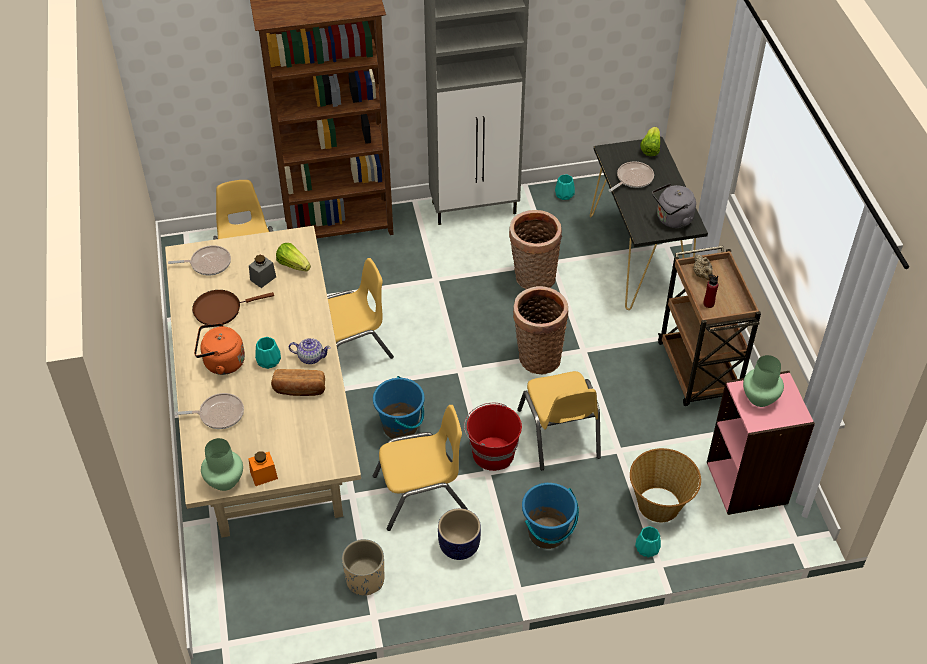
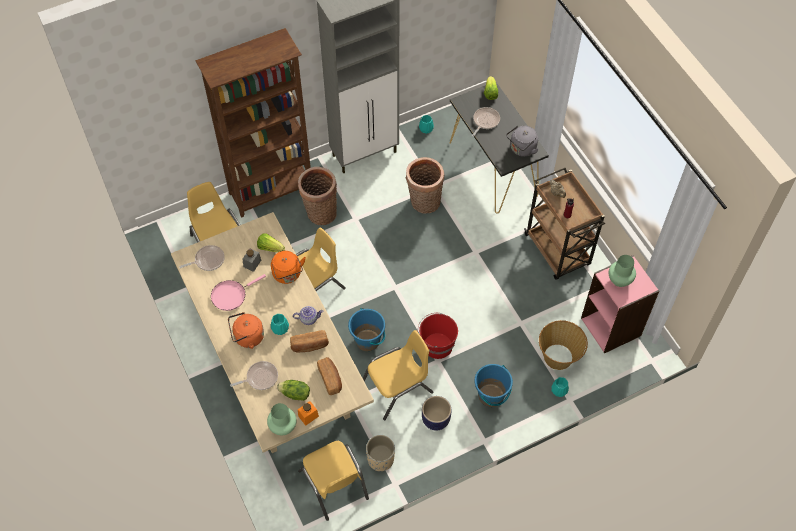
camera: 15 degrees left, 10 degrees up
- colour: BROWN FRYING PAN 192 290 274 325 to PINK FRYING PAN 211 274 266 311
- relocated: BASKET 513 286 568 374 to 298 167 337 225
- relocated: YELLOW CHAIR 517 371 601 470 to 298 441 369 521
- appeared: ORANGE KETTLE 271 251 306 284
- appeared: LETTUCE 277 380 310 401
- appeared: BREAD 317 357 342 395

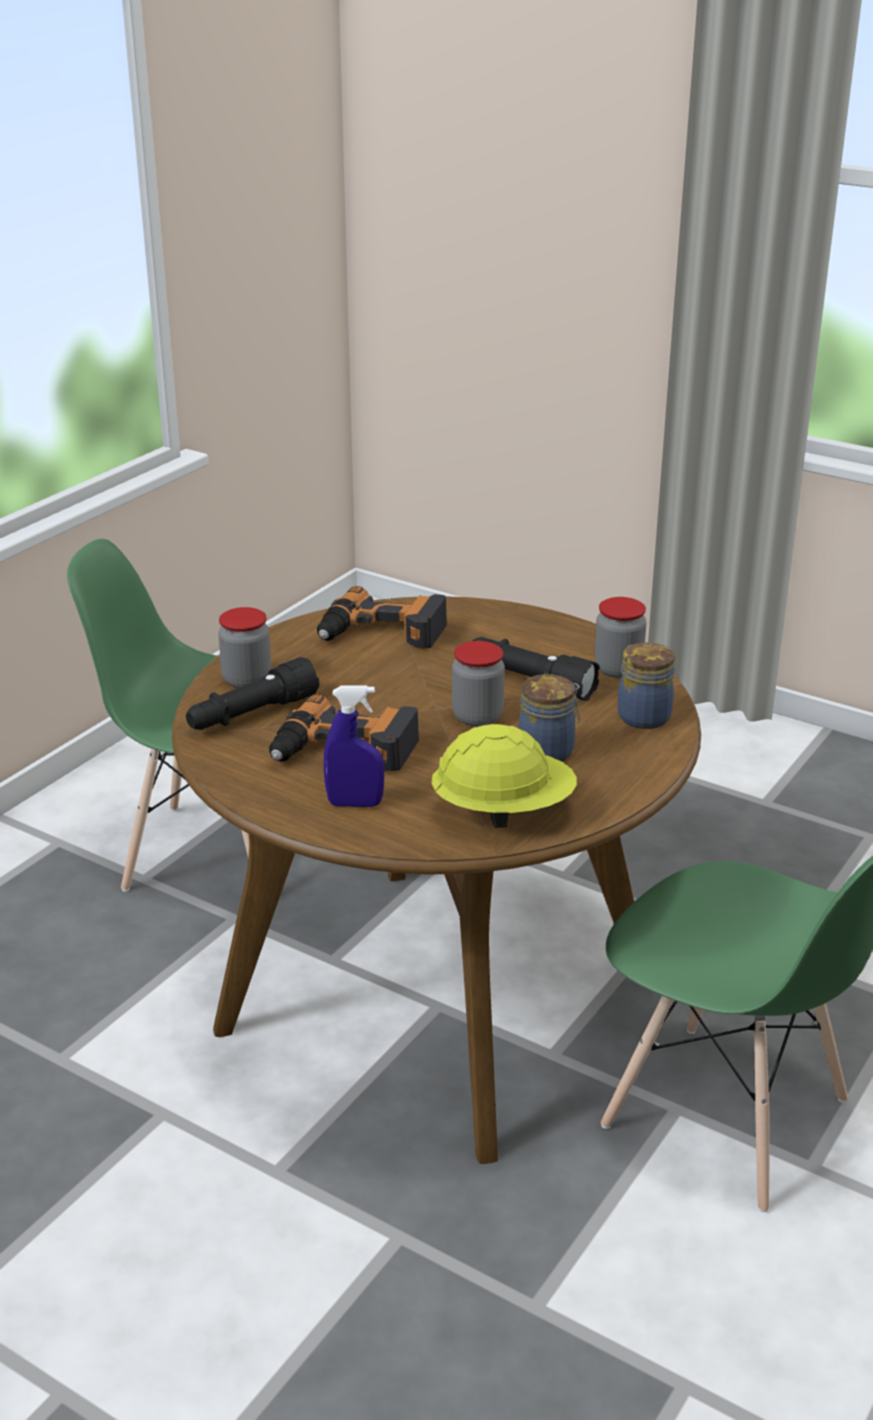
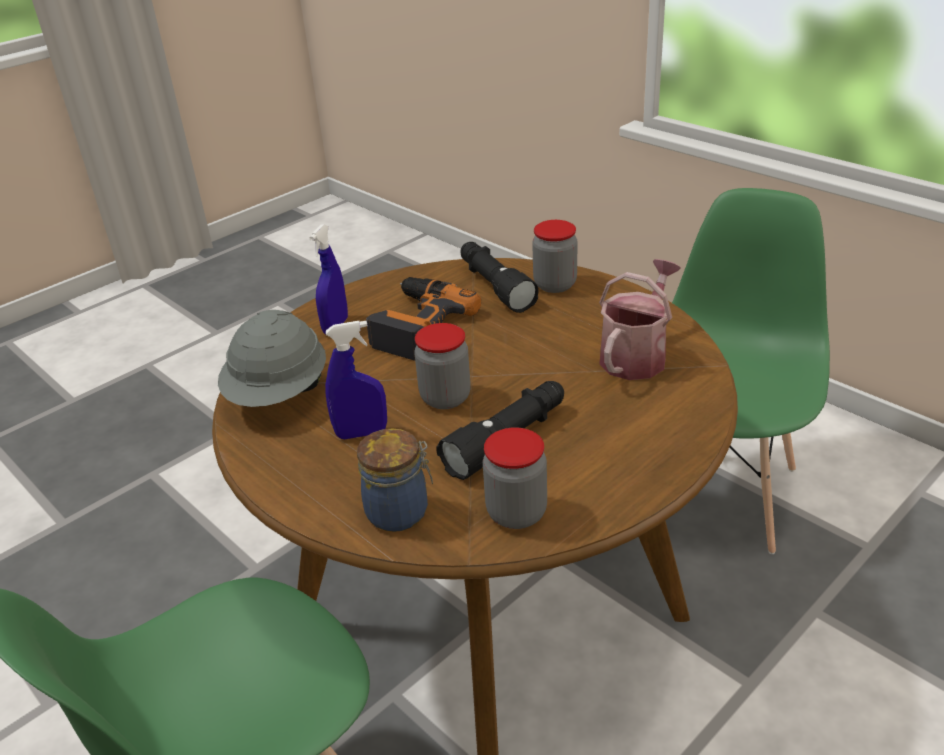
camera: 105 degrees right, 5 degrees up
- exchanged: POWER DRILL 317 586 447 648 to WATERING CAN 599 259 681 380
- colour: YELLOW HARD HAT 431 724 577 828 to GREY HARD HAT 218 310 326 407
- exchanged: JAR 518 674 580 762 to BLUE SPRAY BOTTLE 325 321 387 439

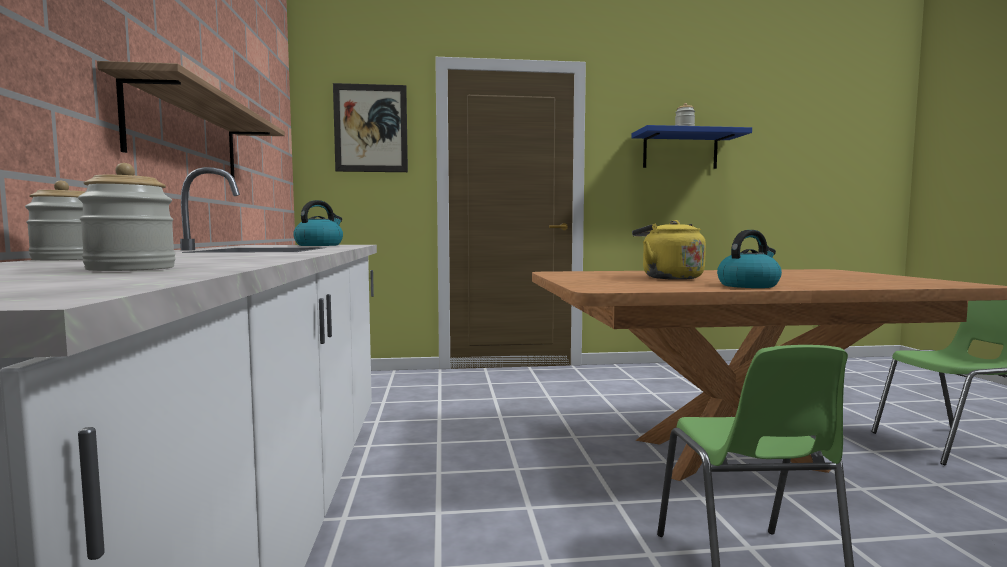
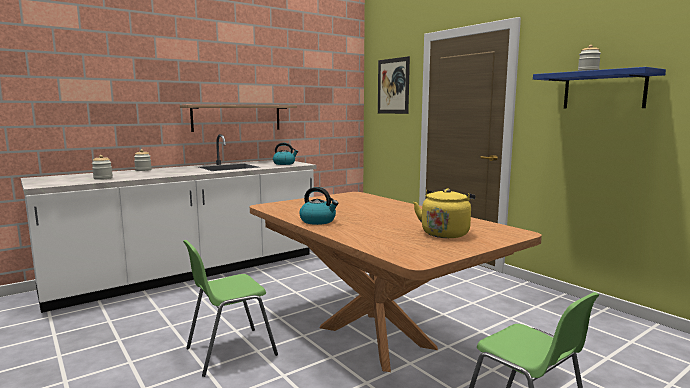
camera: 60 degrees right, 5 degrees up
- relocated: YELLOW KETTLE 632 220 706 280 to 413 188 476 238

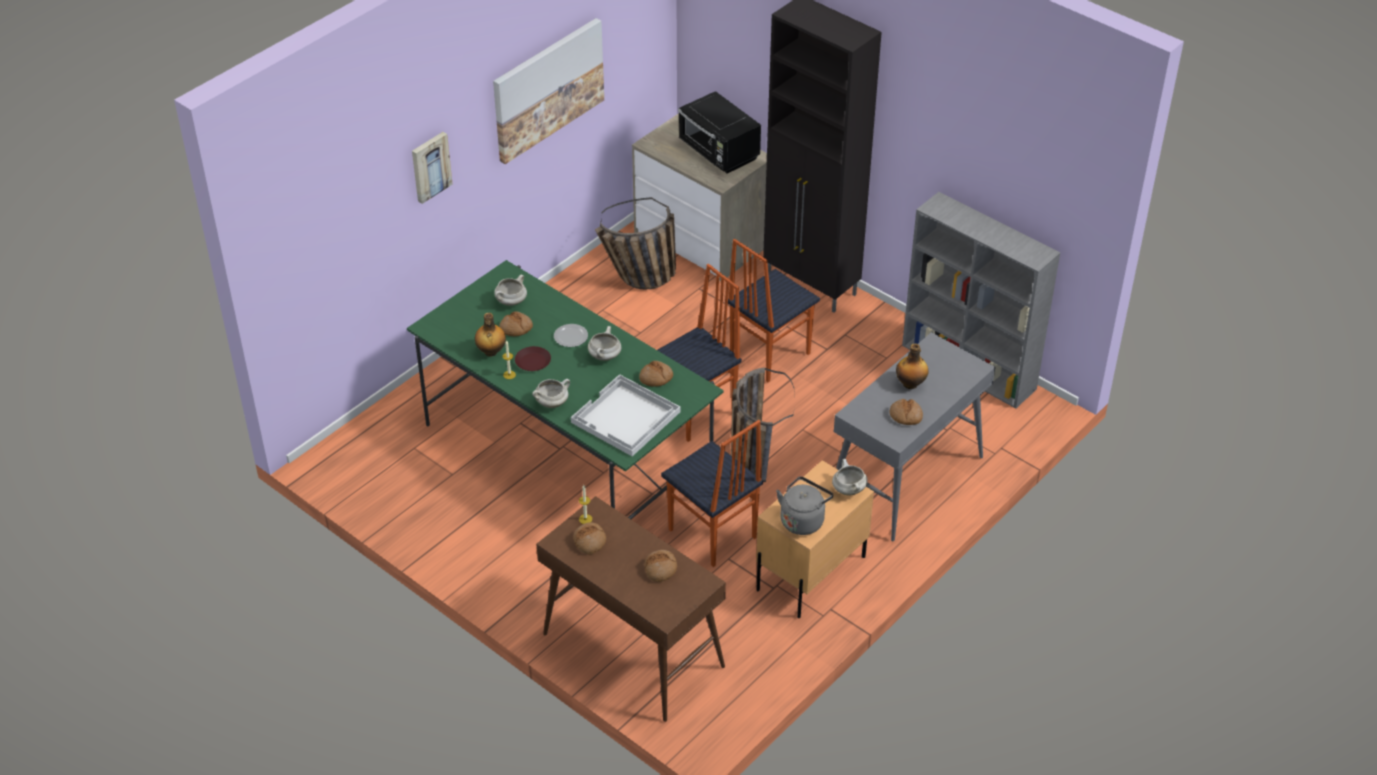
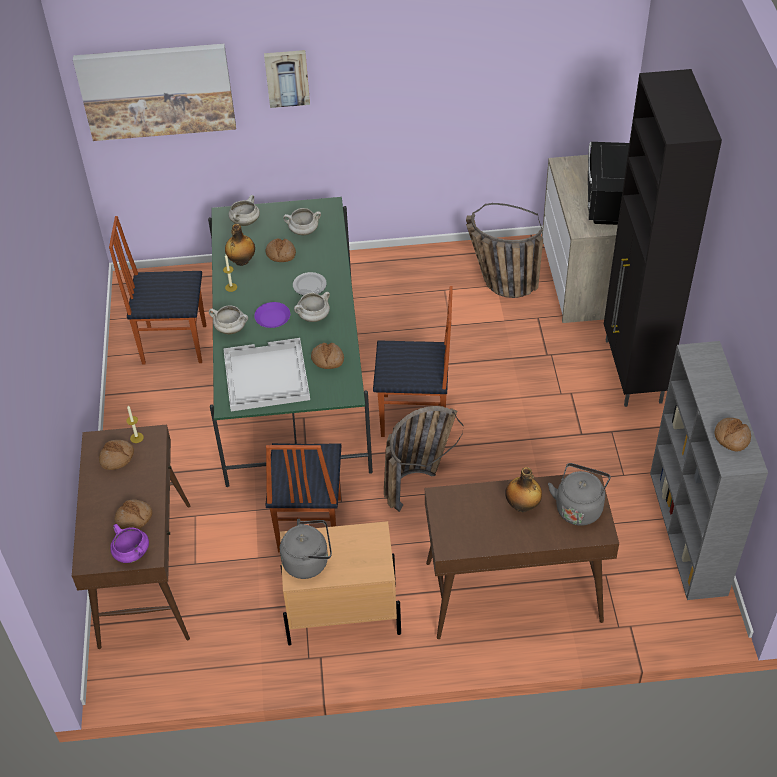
camera: 45 degrees right, 5 degrees up
- relocated: PICTURE 493 18 604 164 to 73 44 236 141
- missing: BROWN PLATE 515 346 551 371
- relocated: CHAIR 728 239 820 382 to 109 216 206 365
- relocated: WHITE COOKING POT 832 459 868 496 to 228 195 260 226
- colour: GREY CONSOLE TABLE 834 332 996 541 to BROWN CONSOLE TABLE 425 472 619 639
- relocated: BREAD 889 399 923 425 to 714 418 751 452
- appeared: PURPLE COOKING POT 110 524 149 563
- appeared: PURPLE PLATE 254 302 290 328
- appeared: GREY KETTLE 548 463 611 526

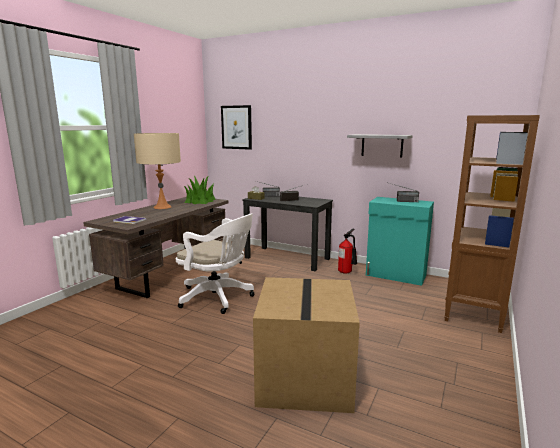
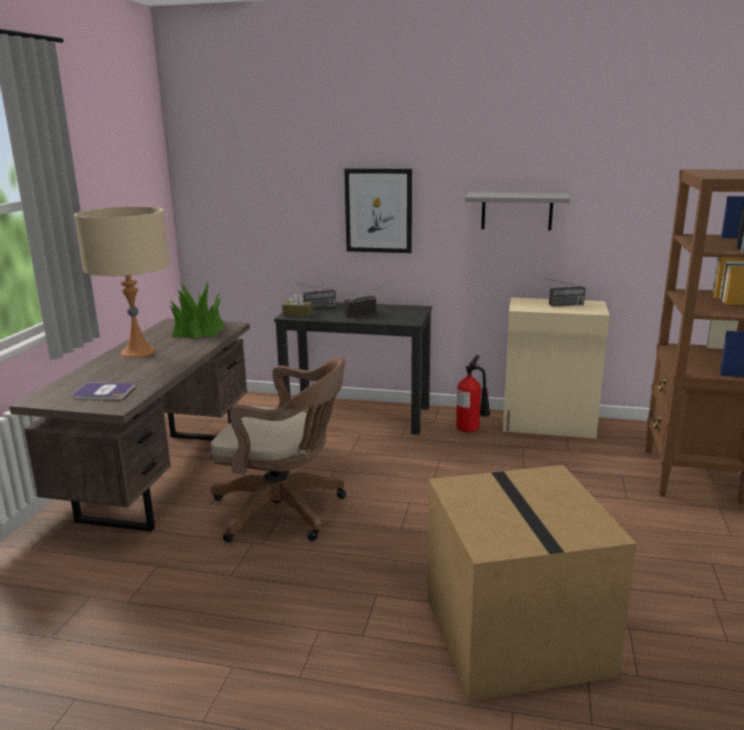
camera: 15 degrees left, 5 degrees up
- colour: WHITE OFFICE CHAIR 176 214 254 314 to BROWN OFFICE CHAIR 210 357 346 542
- relocated: PICTURE 221 105 252 150 to 344 169 412 253
- colour: TURQUOISE CABINET 366 197 434 286 to BEIGE CABINET 503 297 610 439

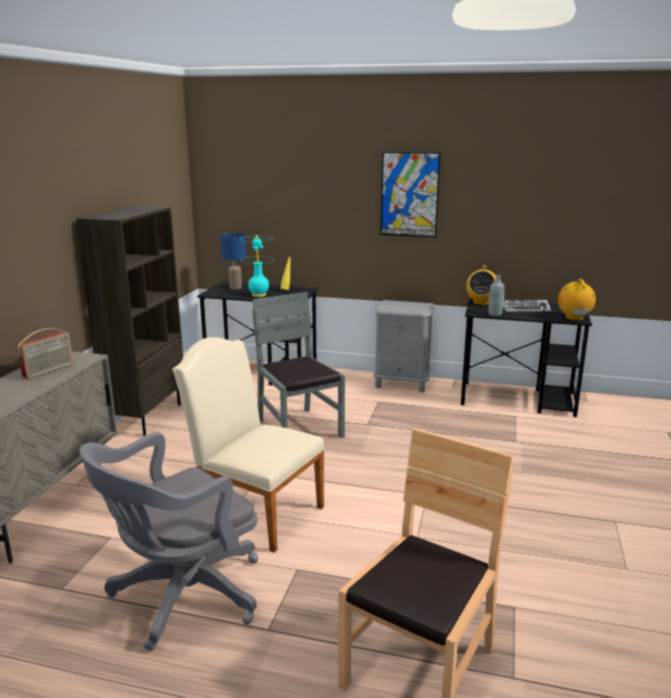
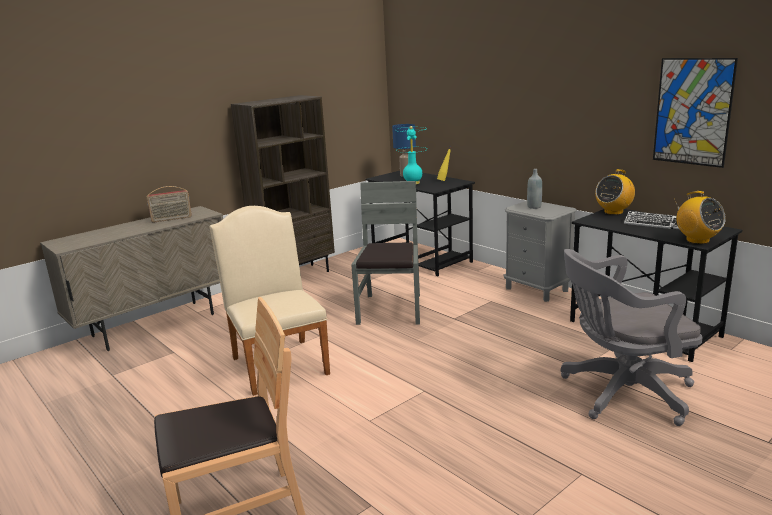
camera: 35 degrees right, 0 degrees up
- relocated: GREY OFFICE CHAIR 80 432 258 651 to 561 249 702 426
- relocated: PICTURE 380 152 441 237 to 653 58 738 168
- relocated: GREY BOTTLE 488 275 505 316 to 527 169 542 209
- spun: RADIO 558 279 597 321 = 676 191 726 244 120 degrees clockwise

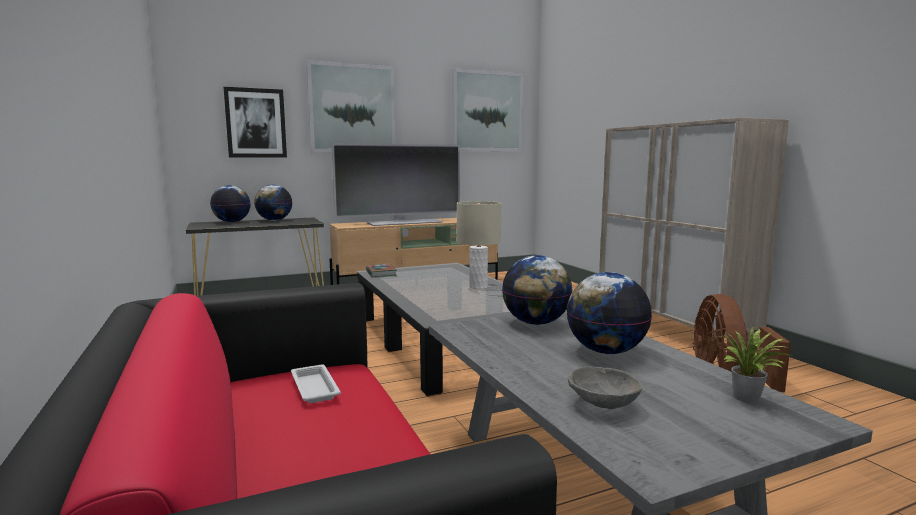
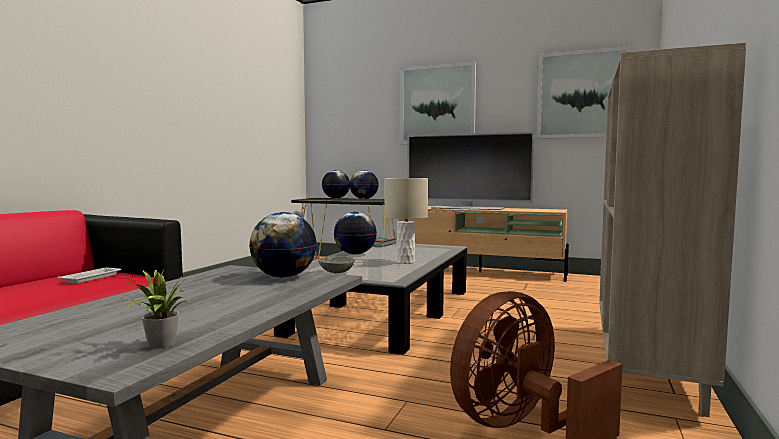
camera: 45 degrees right, 5 degrees down
- missing: PICTURE 224 87 287 158
- relocated: GLOBE 567 272 652 354 to 334 212 377 255
- relocated: GREY BOWL 568 367 642 409 to 318 256 355 273

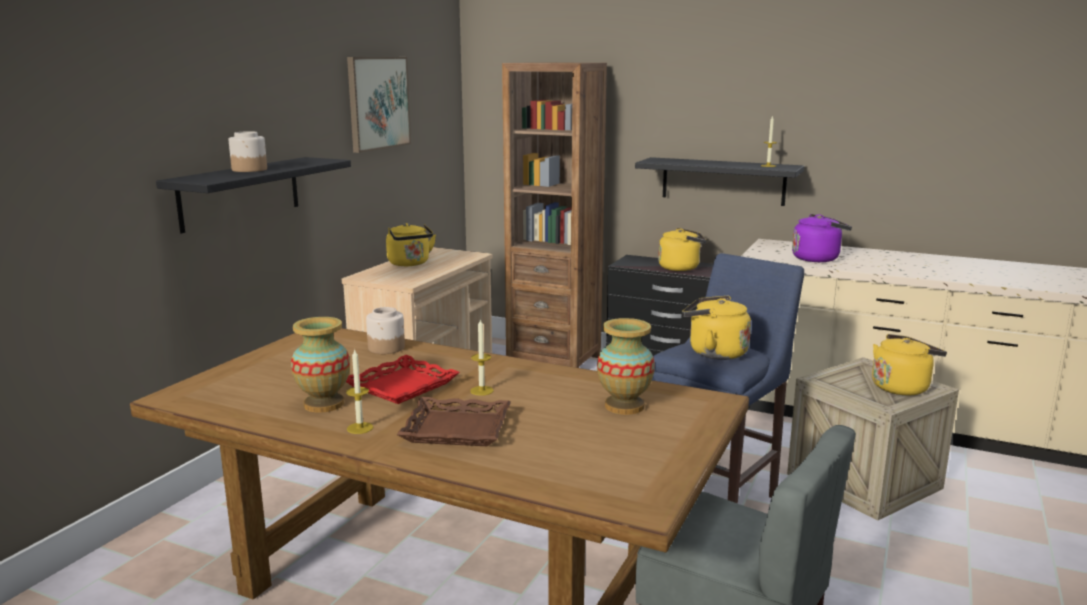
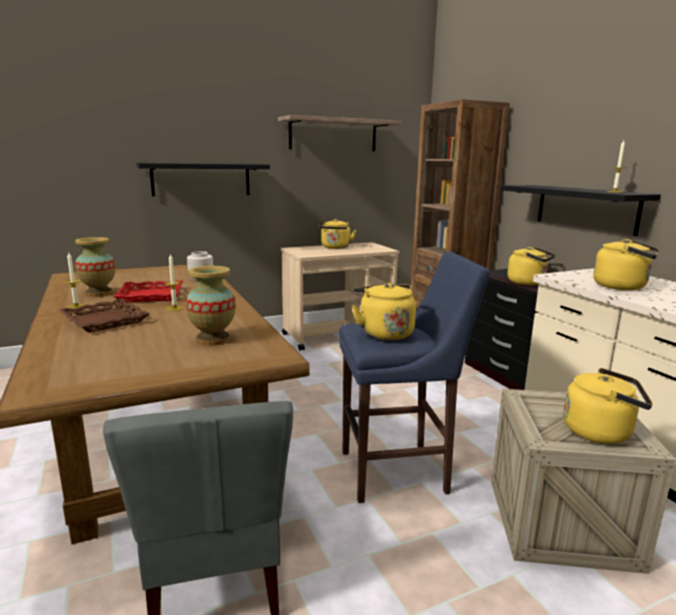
camera: 40 degrees right, 0 degrees up
- missing: JAR 228 131 267 172
- exchanged: PICTURE 347 57 411 153 to SHELF 278 115 402 151
- colour: PURPLE KETTLE 792 214 852 262 to YELLOW KETTLE 593 239 659 290

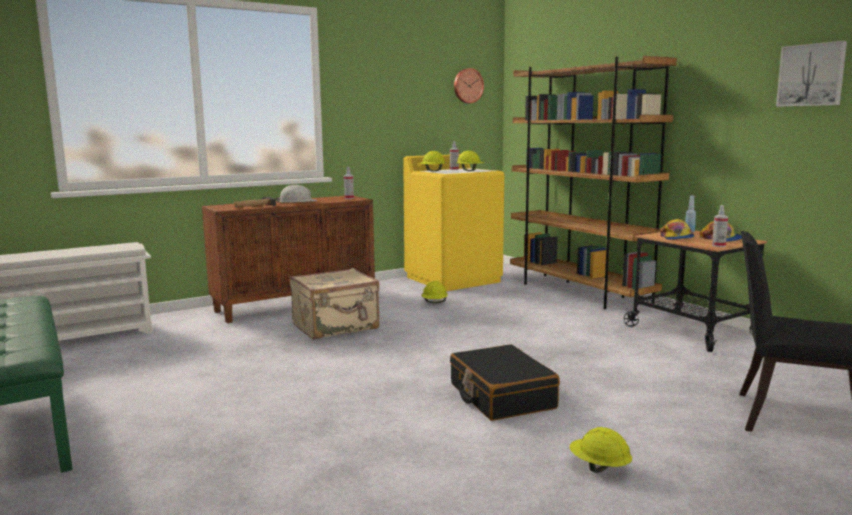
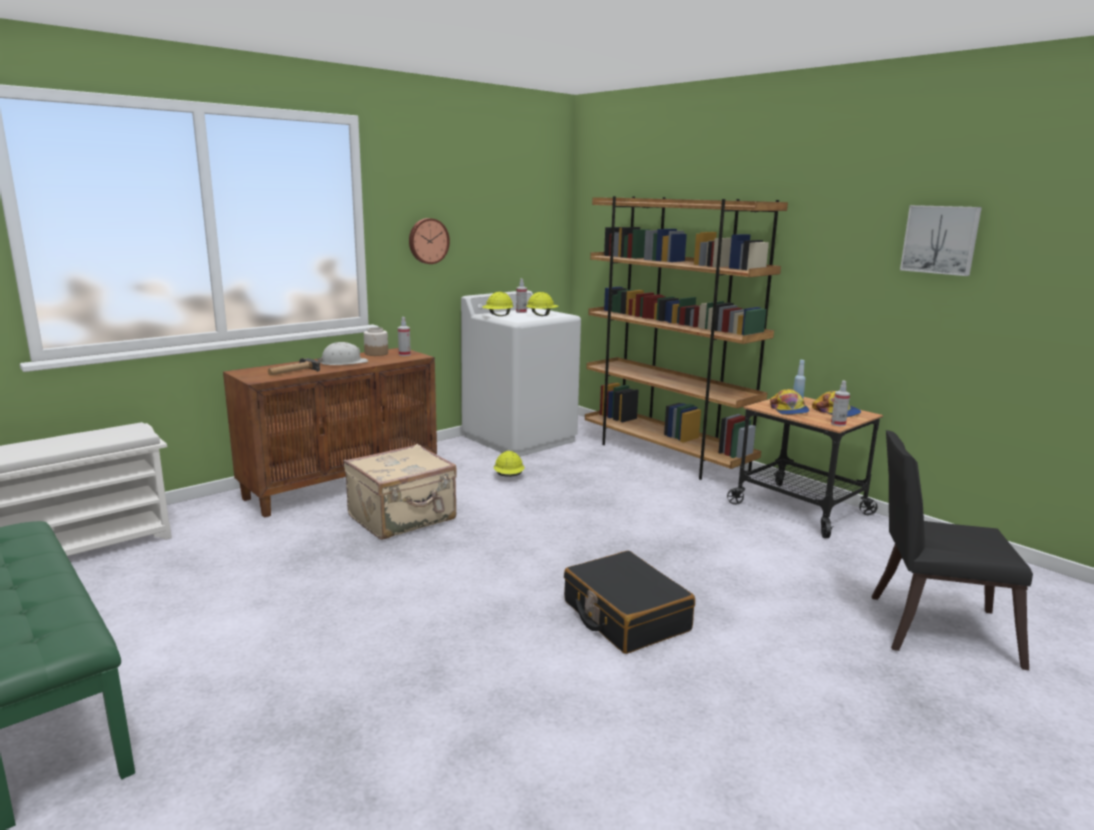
camera: 10 degrees left, 5 degrees up
- colour: YELLOW WASHING MACHINE 403 154 504 291 to WHITE WASHING MACHINE 461 290 581 457
- relocated: WALL CLOCK 454 68 484 103 to 409 218 450 264
- missing: YELLOW HARD HAT 569 427 632 473
- appeared: JAR 364 327 388 356

